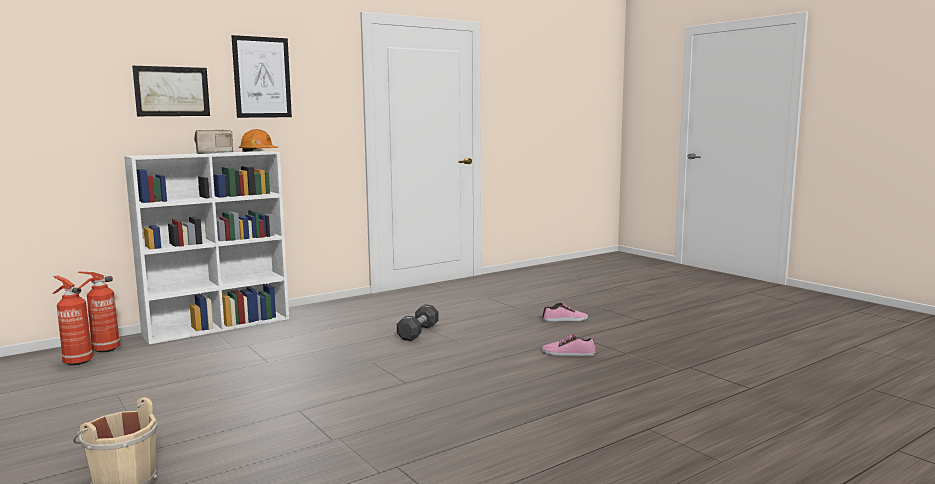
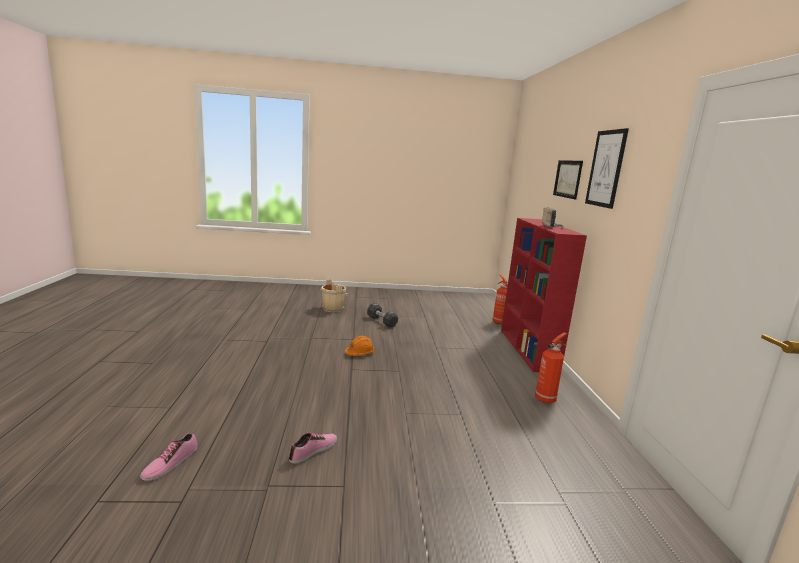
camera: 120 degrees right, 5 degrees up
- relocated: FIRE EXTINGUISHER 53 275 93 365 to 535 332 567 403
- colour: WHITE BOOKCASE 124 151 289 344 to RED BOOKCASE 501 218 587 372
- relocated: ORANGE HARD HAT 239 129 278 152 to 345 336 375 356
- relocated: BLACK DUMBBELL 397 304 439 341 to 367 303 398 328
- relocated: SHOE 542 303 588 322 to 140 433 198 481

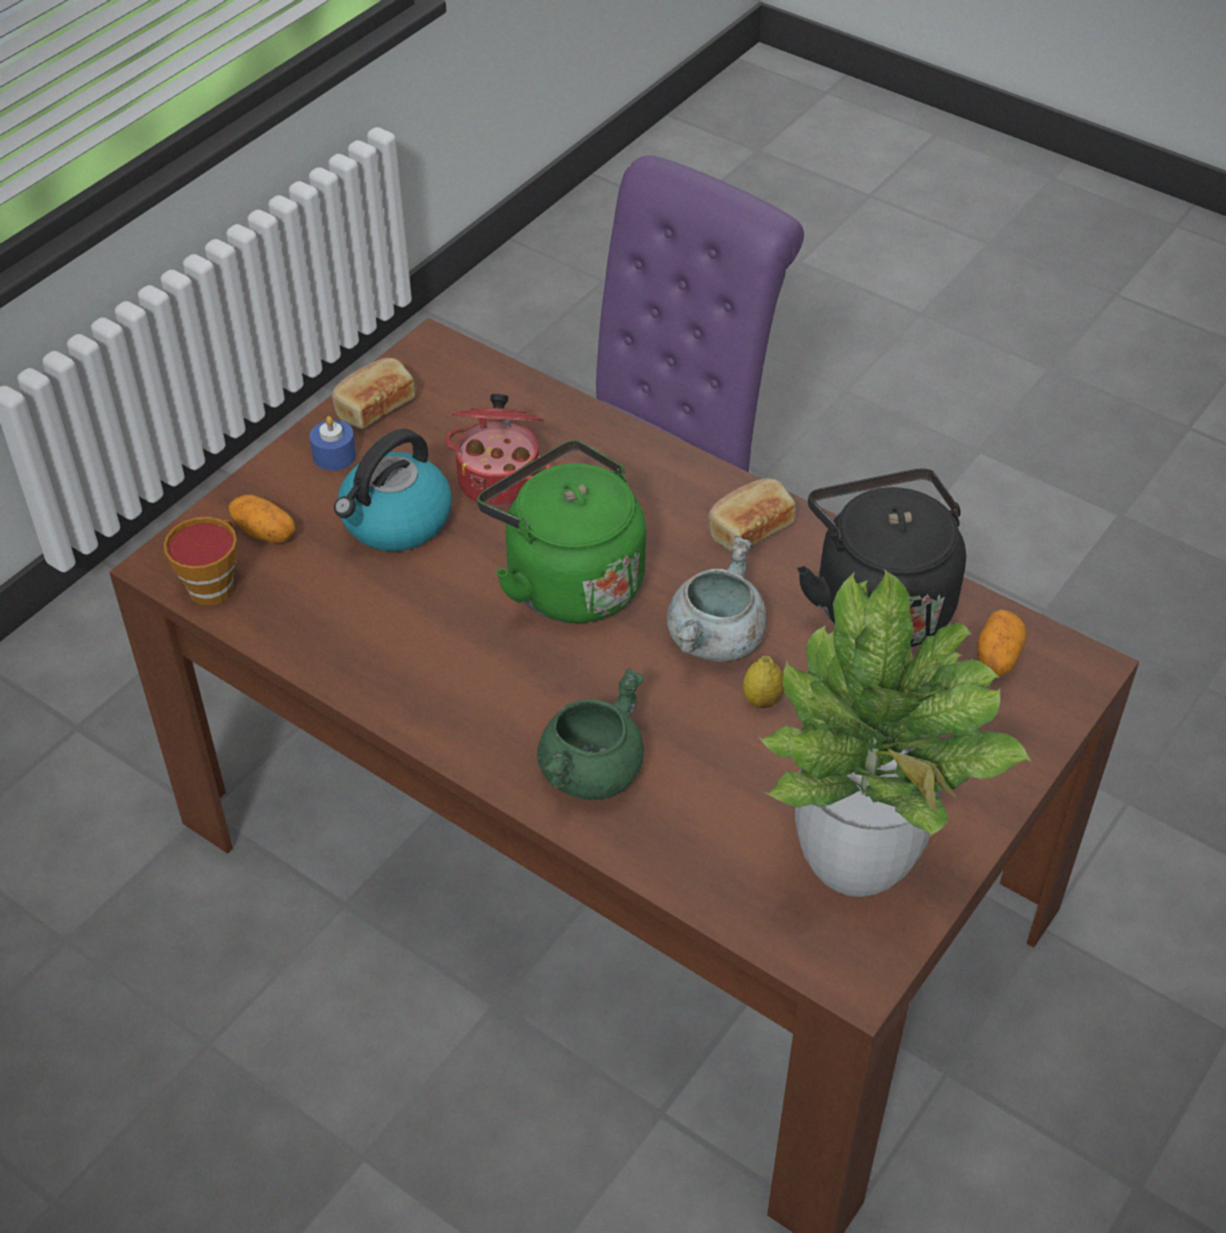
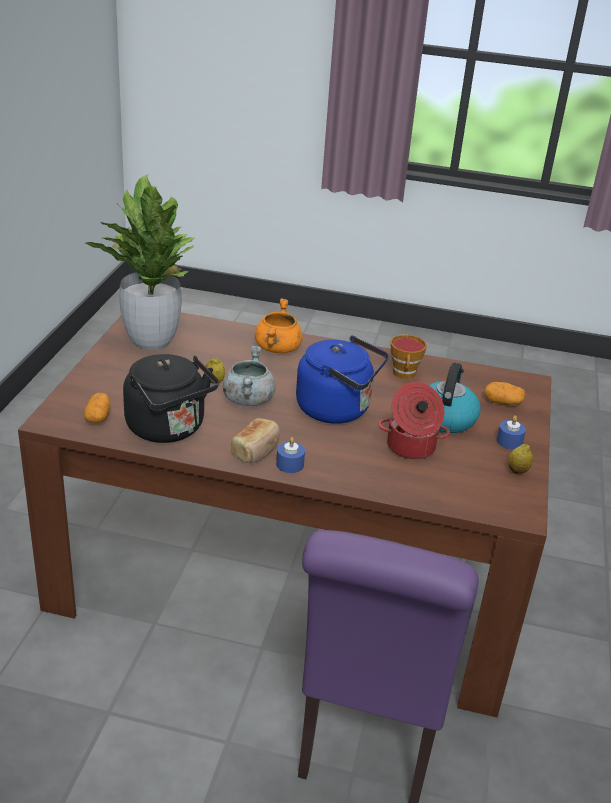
camera: 155 degrees right, 15 degrees down
- relocated: CUP 163 517 237 605 to 391 335 427 379
- exchanged: BREAD 332 358 416 429 to LEMON 508 444 533 474
- colour: GREEN KETTLE 477 440 646 623 to BLUE KETTLE 296 335 389 424
- colour: GREEN COOKING POT 537 668 644 800 to ORANGE COOKING POT 255 298 302 354
- appeared: BLUE CANDLE 276 437 305 473

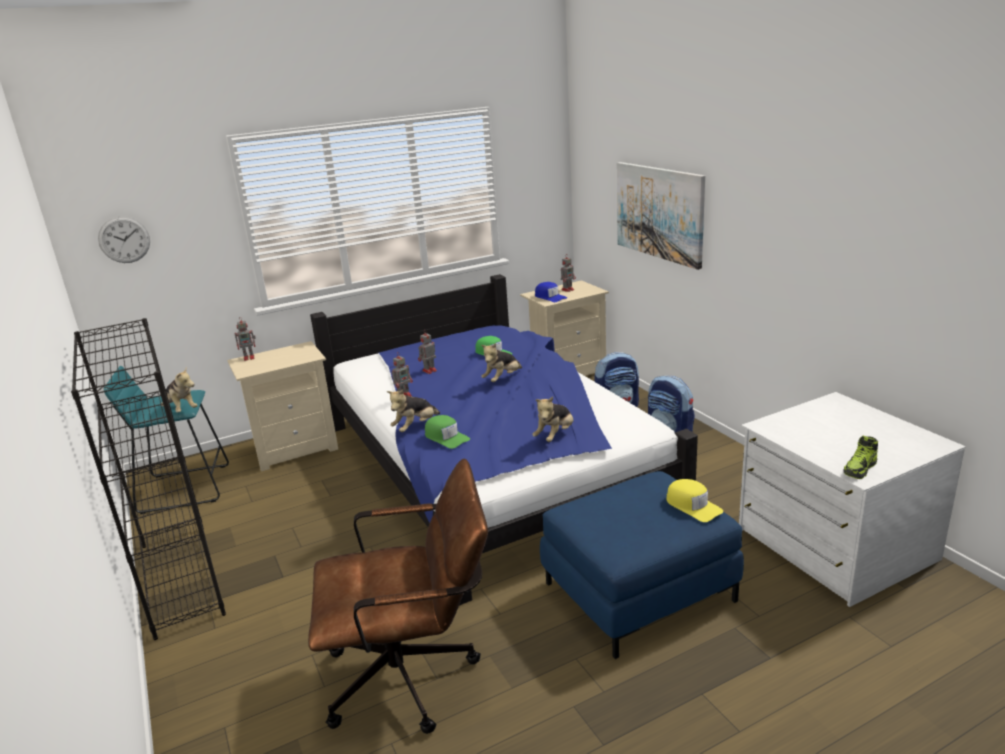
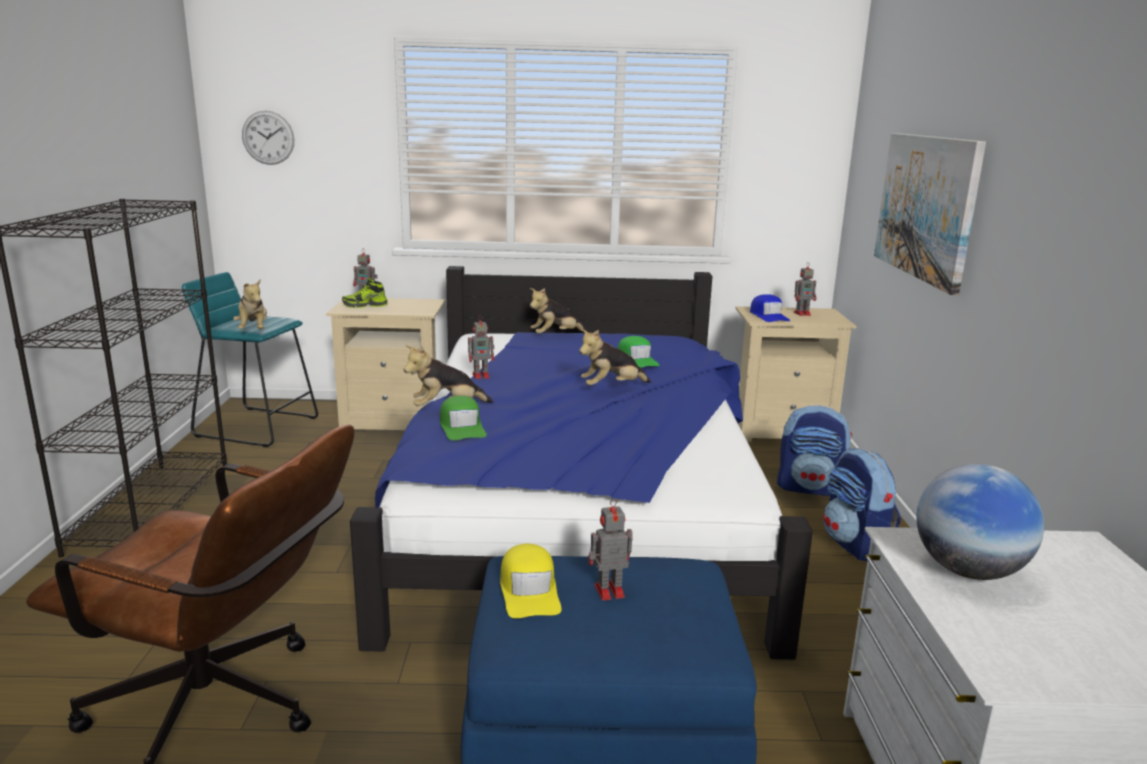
camera: 25 degrees right, 5 degrees down
- relocated: TOY ROBOT 418 330 437 374 to 588 499 633 601
- relocated: PLUSH TOY 532 396 573 442 to 530 288 586 334
- relocated: YELLOW CAP 666 479 723 522 to 500 544 562 618
- relocated: SHOE 844 435 878 479 to 342 278 388 308
- appeared: GLOBE 916 464 1044 580

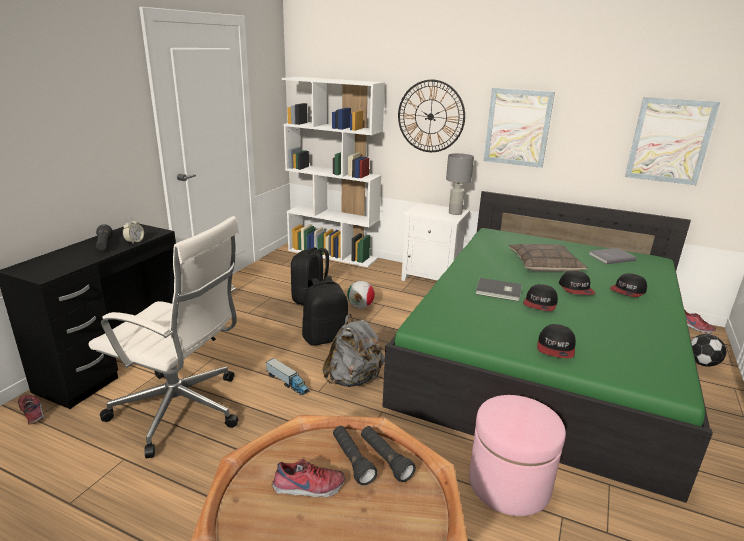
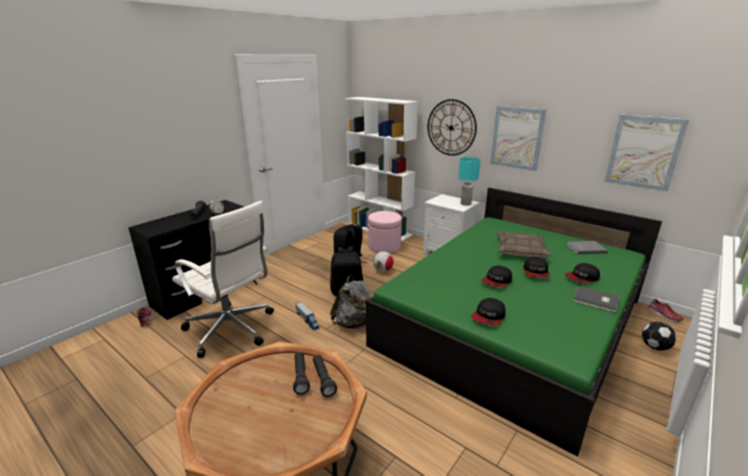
camera: 15 degrees right, 0 degrees up
- missing: SHOE 272 459 345 497
- colour: GREY TABLE LAMP 446 153 474 215 to TURQUOISE TABLE LAMP 458 157 481 206
- relocated: PINK OTTOMAN 469 395 566 516 to 368 211 402 253
- relocated: GREY BOOK 475 278 522 301 to 573 286 620 313

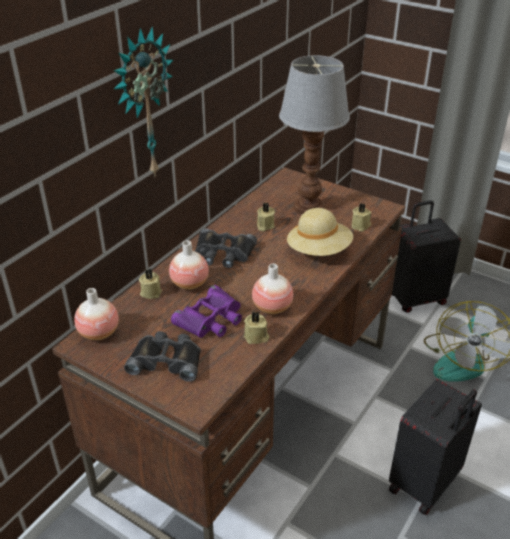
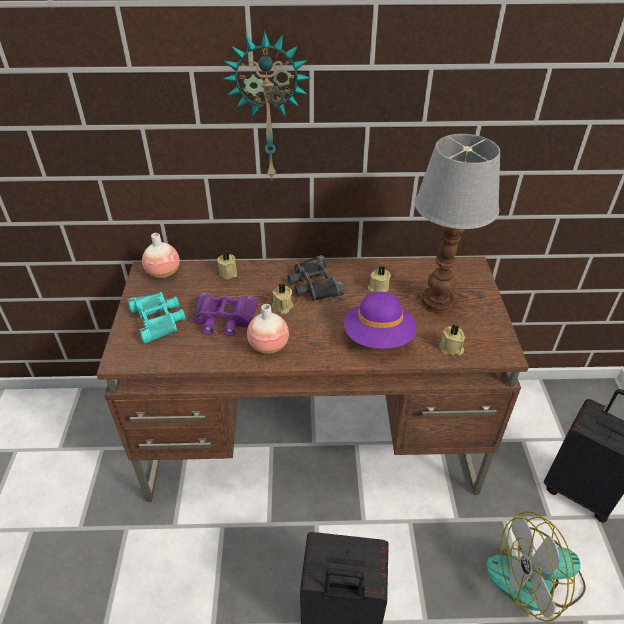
camera: 55 degrees right, 5 degrees up
- colour: BLACK BINOCULARS 124 331 201 382 to TURQUOISE BINOCULARS 127 292 186 344
- missing: VASE 169 240 209 290
- relocated: BEIGE CANDLE 244 311 269 344 to 272 283 293 314
- colour: BEIGE HAT 287 208 353 256 to PURPLE HAT 344 292 416 349

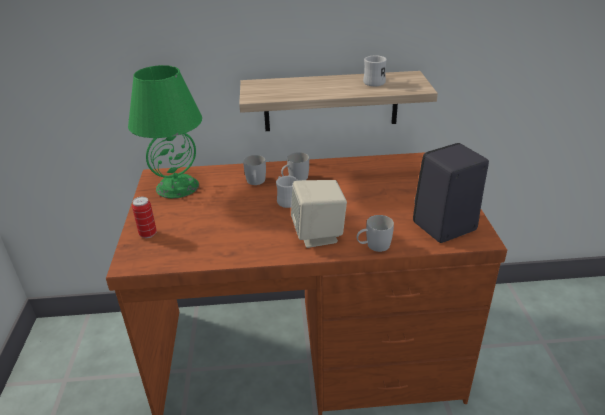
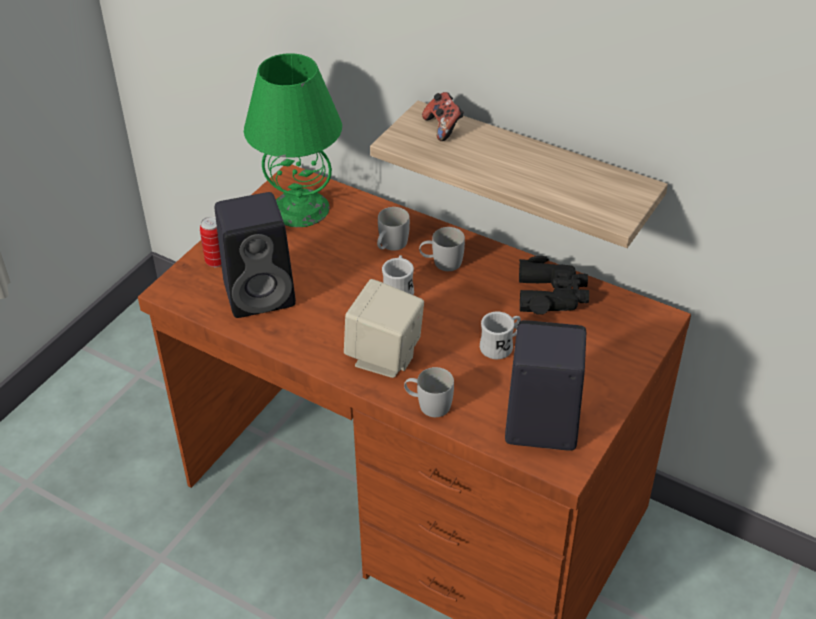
camera: 35 degrees right, 10 degrees up
- relocated: WHITE MUG 363 55 387 86 to 480 311 521 359
- appeared: BLACK SPEAKER 215 192 296 318
- appeared: GAME CONTROLLER 422 92 464 141
- appeared: BLACK BINOCULARS 519 256 589 315

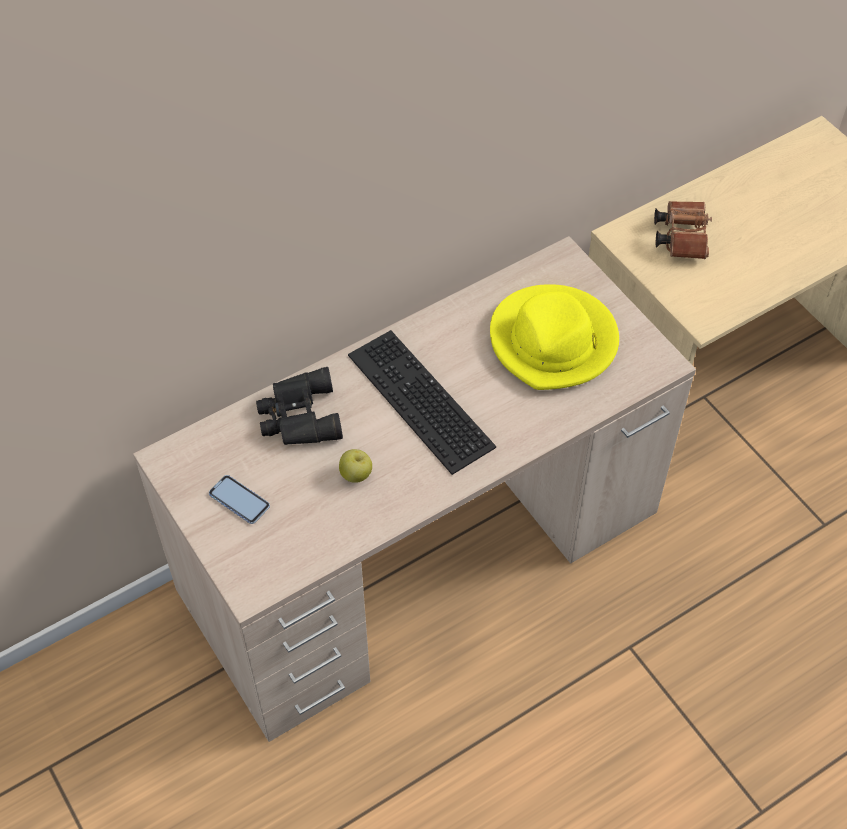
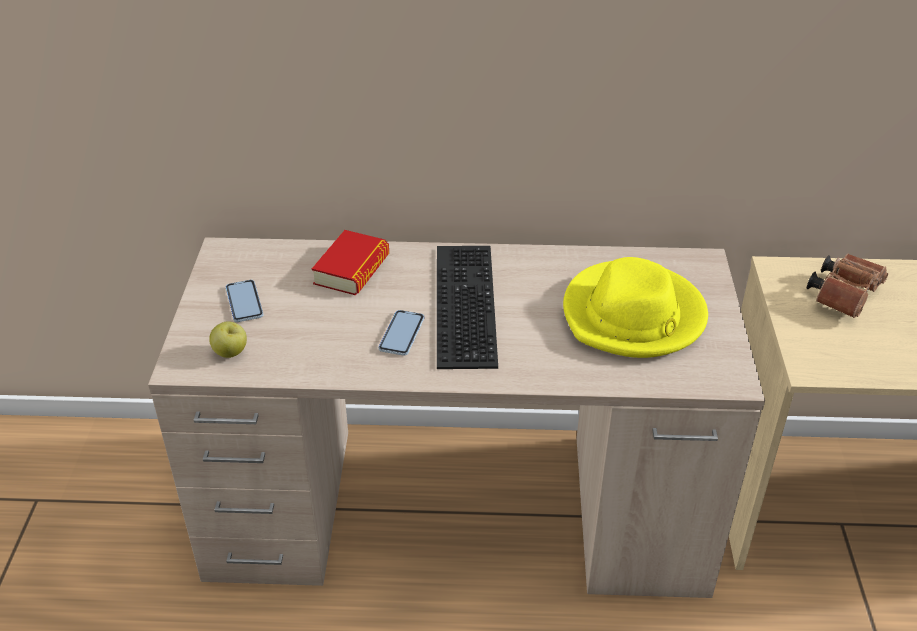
camera: 35 degrees right, 15 degrees down
- exchanged: BLACK BINOCULARS 256 367 343 445 to BOOK 312 230 389 295
- relocated: APPLE 339 449 372 483 to 209 322 247 358
- appeared: PHONE 378 310 424 356

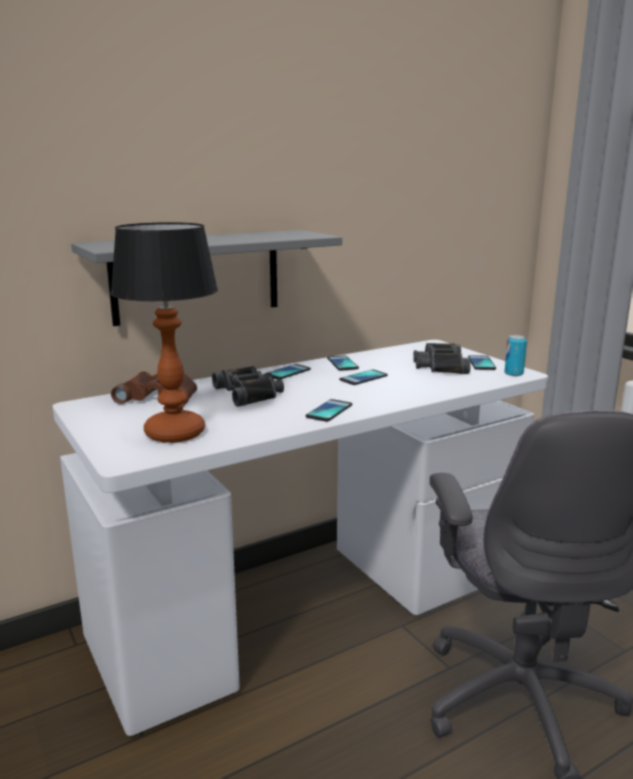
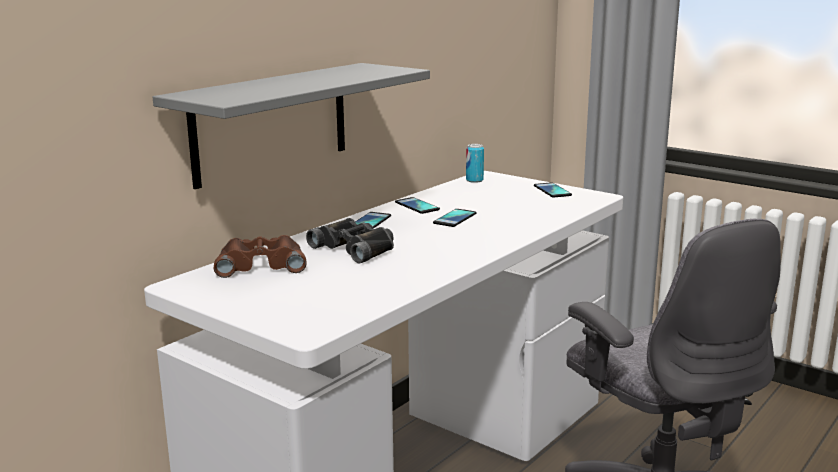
camera: 20 degrees left, 0 degrees up
- missing: TABLE LAMP 110 222 218 443
- missing: PHONE 305 399 352 422
- missing: BLACK BINOCULARS 413 343 471 374
- relocated: CAN 505 335 527 376 to 466 144 484 183

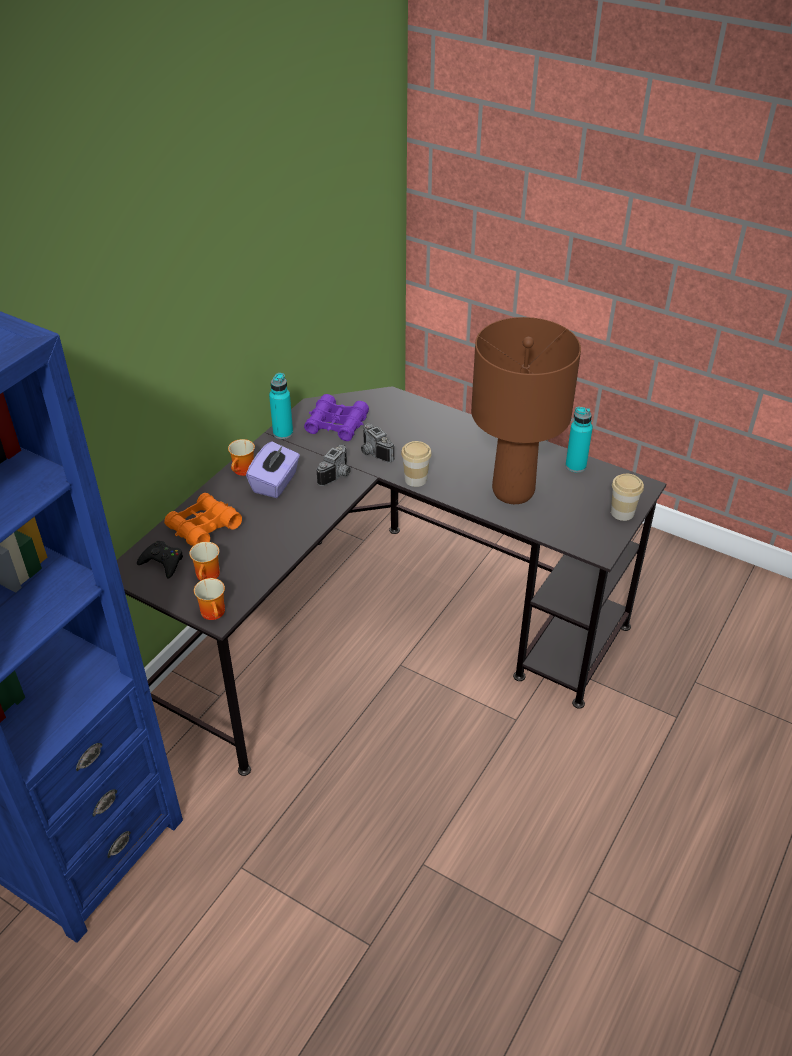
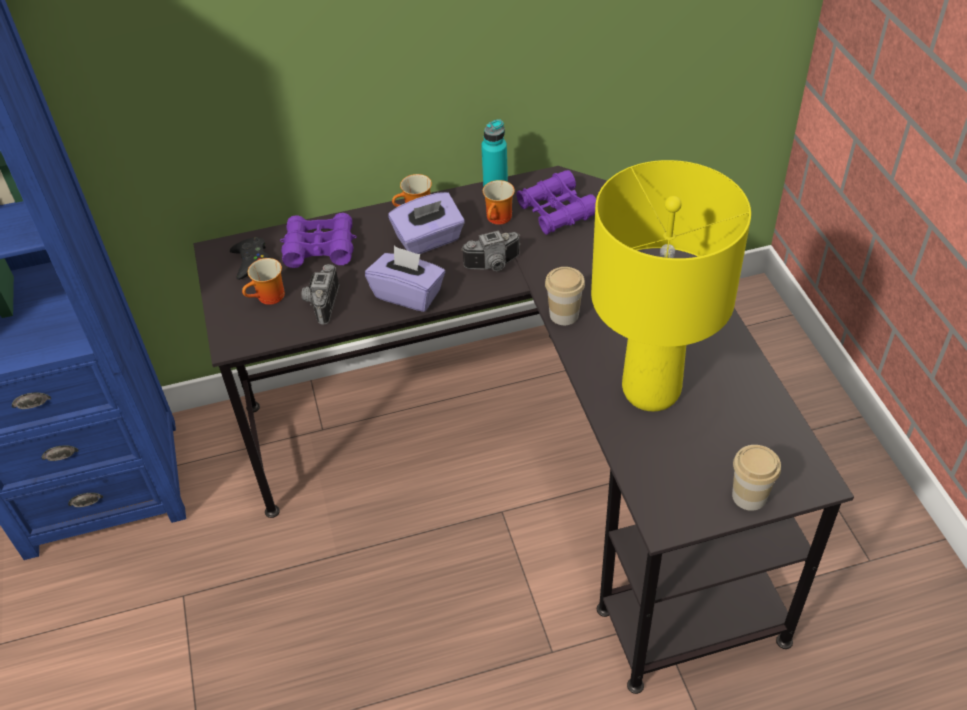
camera: 45 degrees right, 5 degrees up
- colour: ORANGE BINOCULARS 164 493 242 546 to PURPLE BINOCULARS 280 213 357 268
- relocated: MUG 194 578 225 620 to 483 180 515 225
- relocated: PHOTO CAMERA 361 423 395 462 to 301 264 339 325
- colour: BROWN TABLE LAMP 471 317 581 504 to YELLOW TABLE LAMP 591 160 751 412
- missing: TURQUOISE BOTTLE 566 407 593 473
- appeared: PURPLE TISSUE BOX 365 246 445 312

